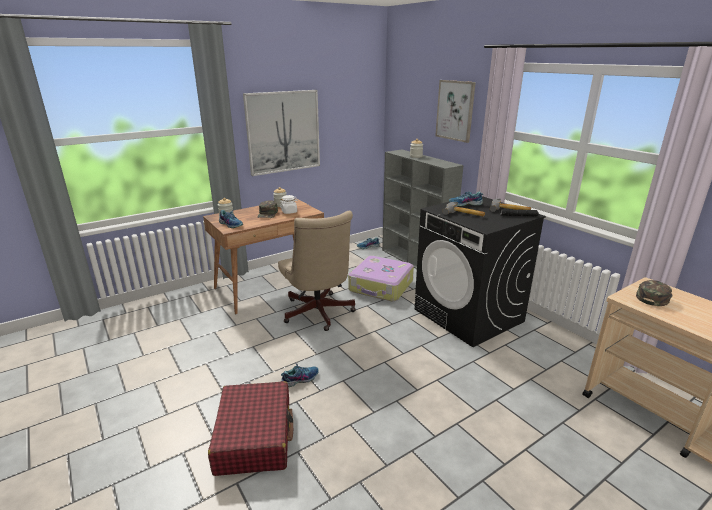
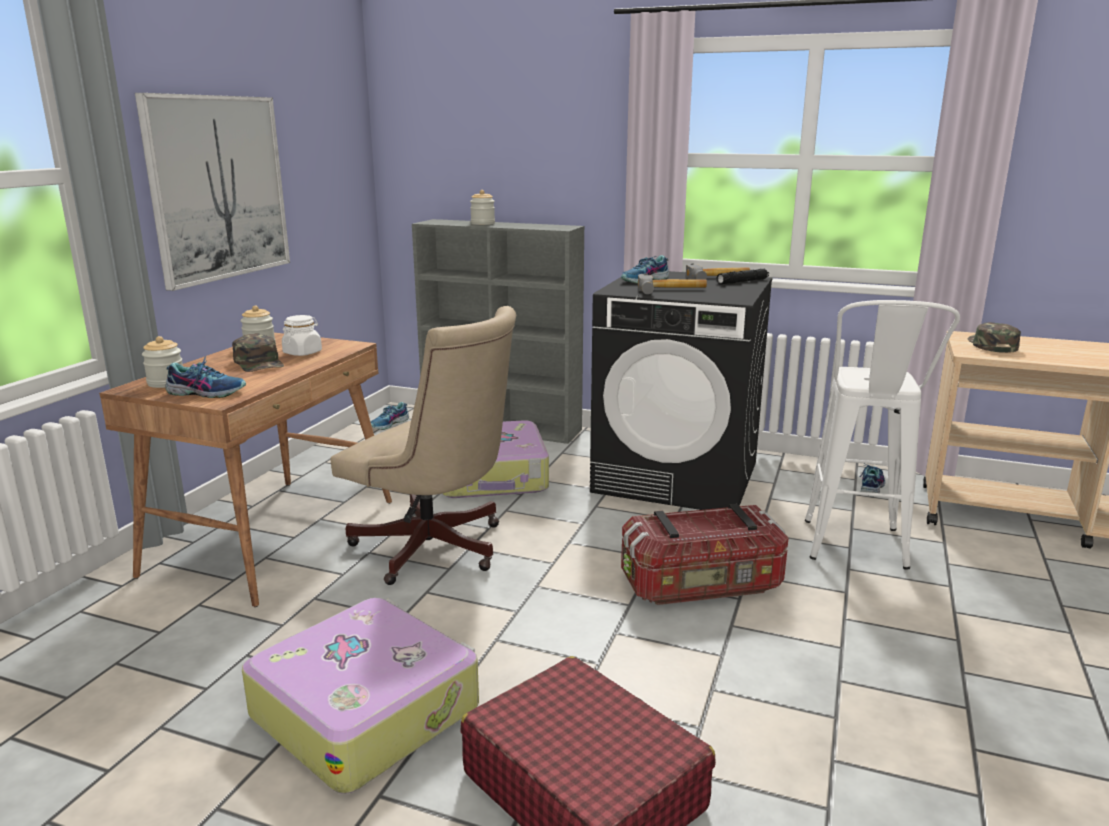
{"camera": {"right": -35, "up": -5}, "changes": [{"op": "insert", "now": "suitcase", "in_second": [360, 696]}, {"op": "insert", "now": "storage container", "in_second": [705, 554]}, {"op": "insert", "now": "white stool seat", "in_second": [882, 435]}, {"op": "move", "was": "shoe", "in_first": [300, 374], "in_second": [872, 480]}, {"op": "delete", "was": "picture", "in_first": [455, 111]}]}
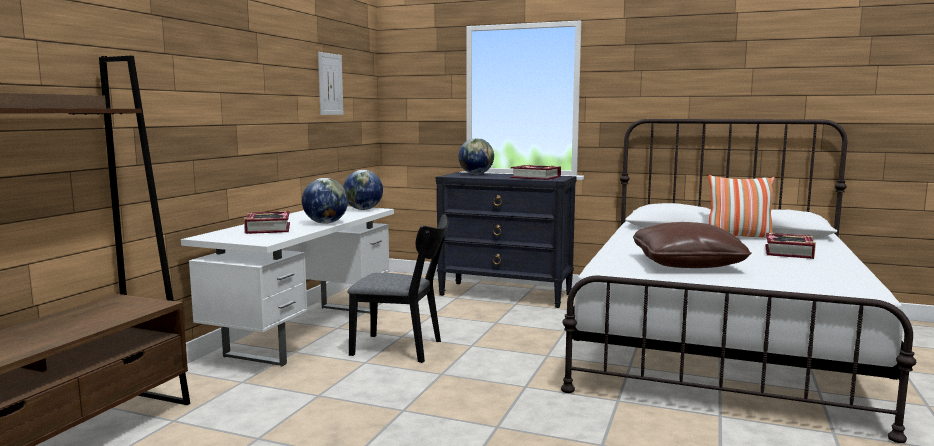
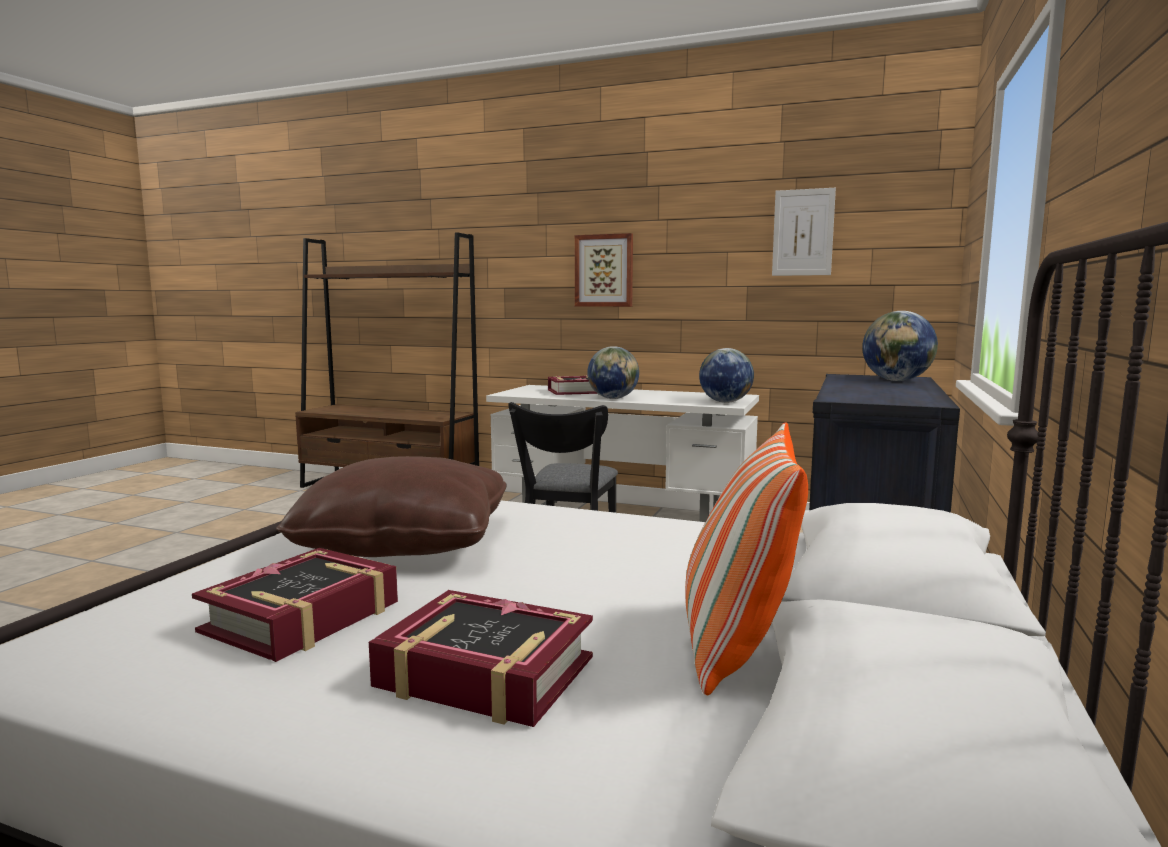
{"camera": {"right": 90, "up": 0}, "changes": [{"op": "move", "was": "book", "in_first": [536, 172], "in_second": [295, 605]}, {"op": "insert", "now": "picture", "in_second": [604, 270]}]}
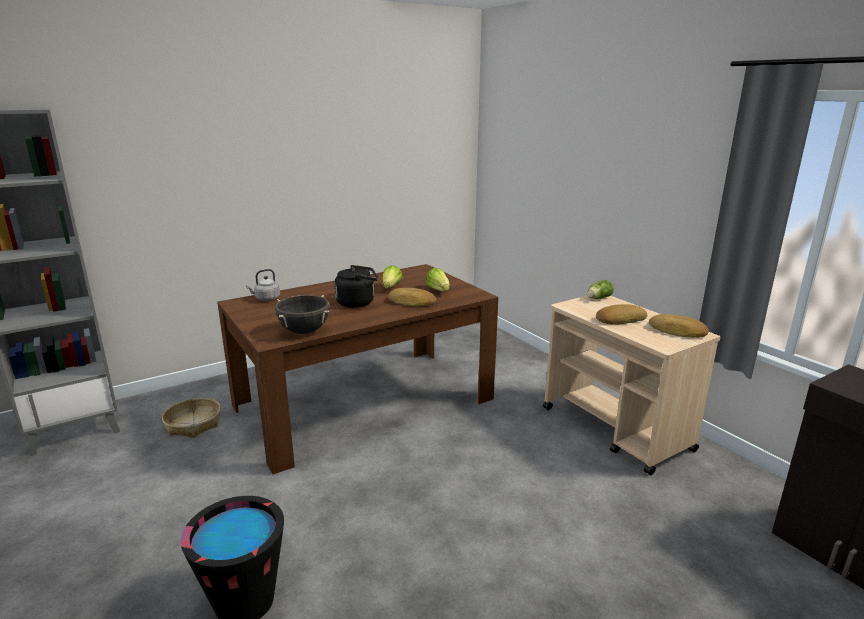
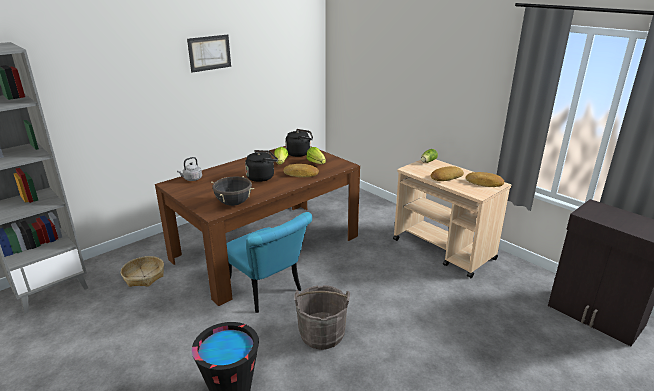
{"camera": {"right": -10, "up": 5}, "changes": [{"op": "insert", "now": "picture", "in_second": [209, 54]}, {"op": "insert", "now": "turquoise-coloured plain chair", "in_second": [269, 262]}, {"op": "insert", "now": "black tea kettle", "in_second": [299, 143]}, {"op": "insert", "now": "grey water bucket", "in_second": [322, 317]}]}
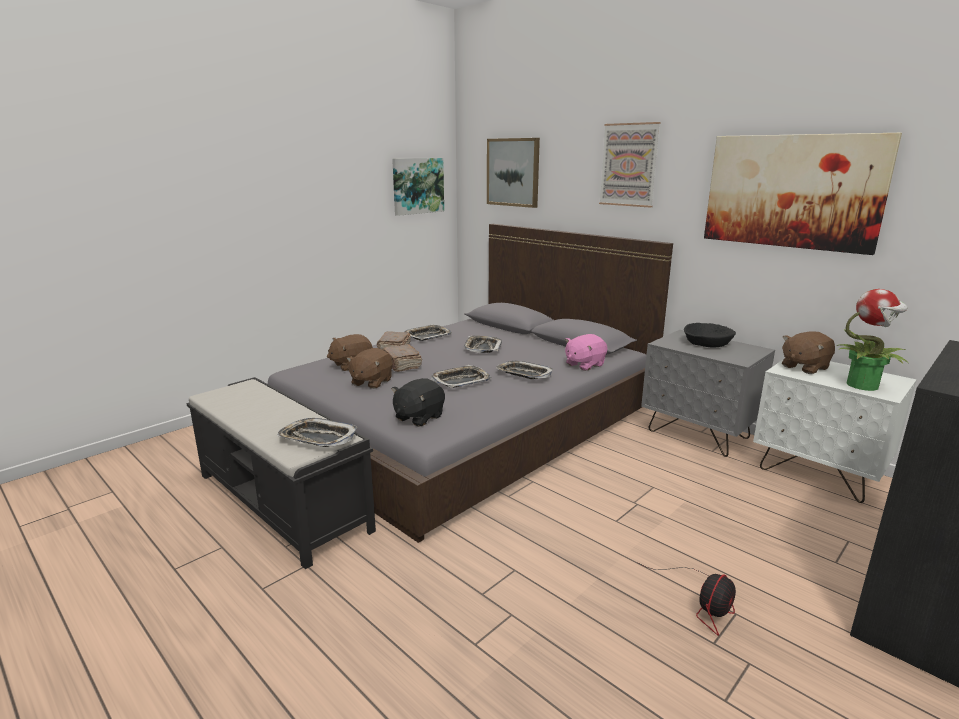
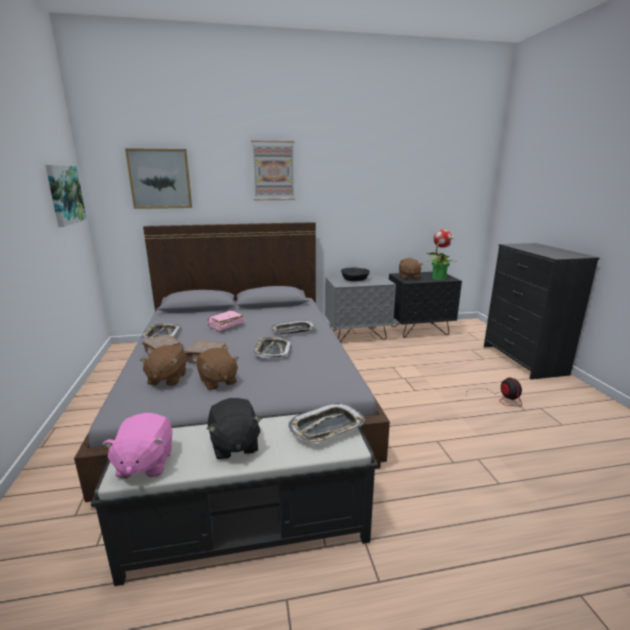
{"camera": {"right": -55, "up": 0}, "changes": [{"op": "move", "was": "pink soft toy", "in_first": [586, 352], "in_second": [138, 445]}, {"op": "move", "was": "black soft toy", "in_first": [418, 402], "in_second": [235, 429]}, {"op": "replace", "was": "tray", "now": "pink book", "in_first": [483, 344], "in_second": [226, 321]}, {"op": "recolor", "was": "white night table", "now": "black night table", "in_first": [835, 431], "in_second": [425, 305]}, {"op": "delete", "was": "picture", "in_first": [803, 194]}]}
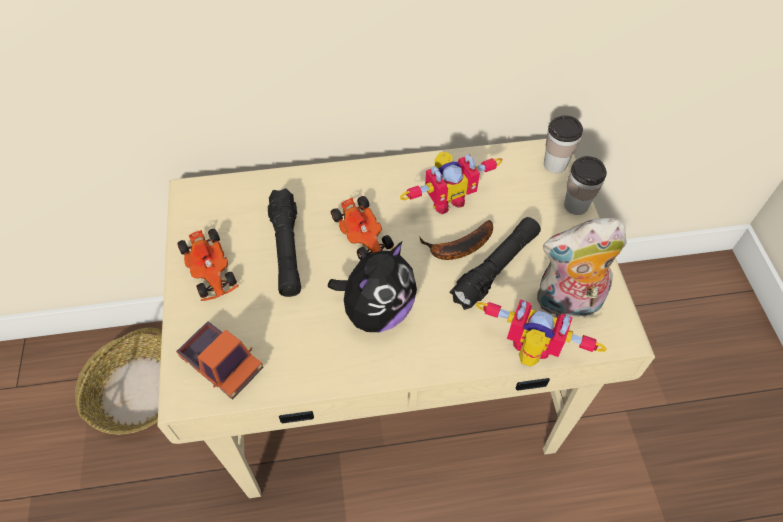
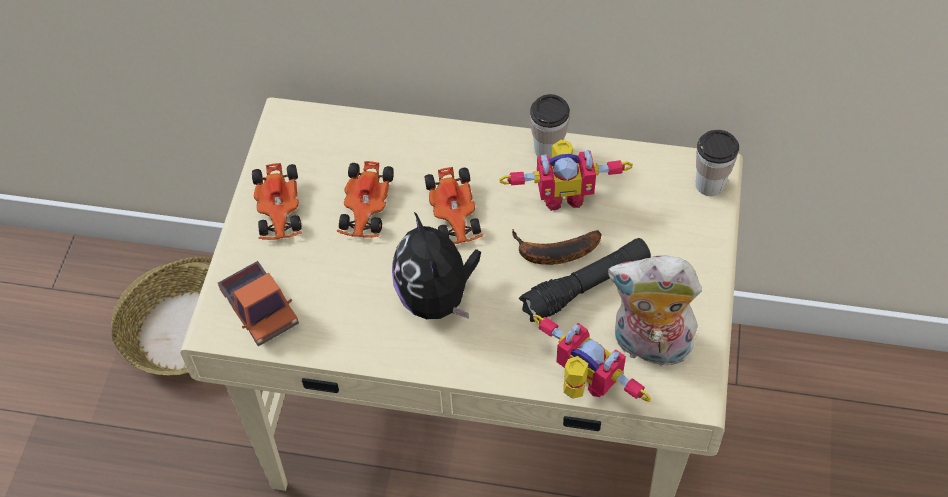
{"camera": {"right": 20, "up": 0}, "changes": [{"op": "replace", "was": "black torch", "now": "miniature car", "in_first": [284, 242], "in_second": [365, 199]}, {"op": "rotate", "was": "soft toy", "in_first": [372, 287], "in_second": [436, 265], "clockwise": 105}, {"op": "move", "was": "cup", "in_first": [585, 185], "in_second": [550, 126]}]}
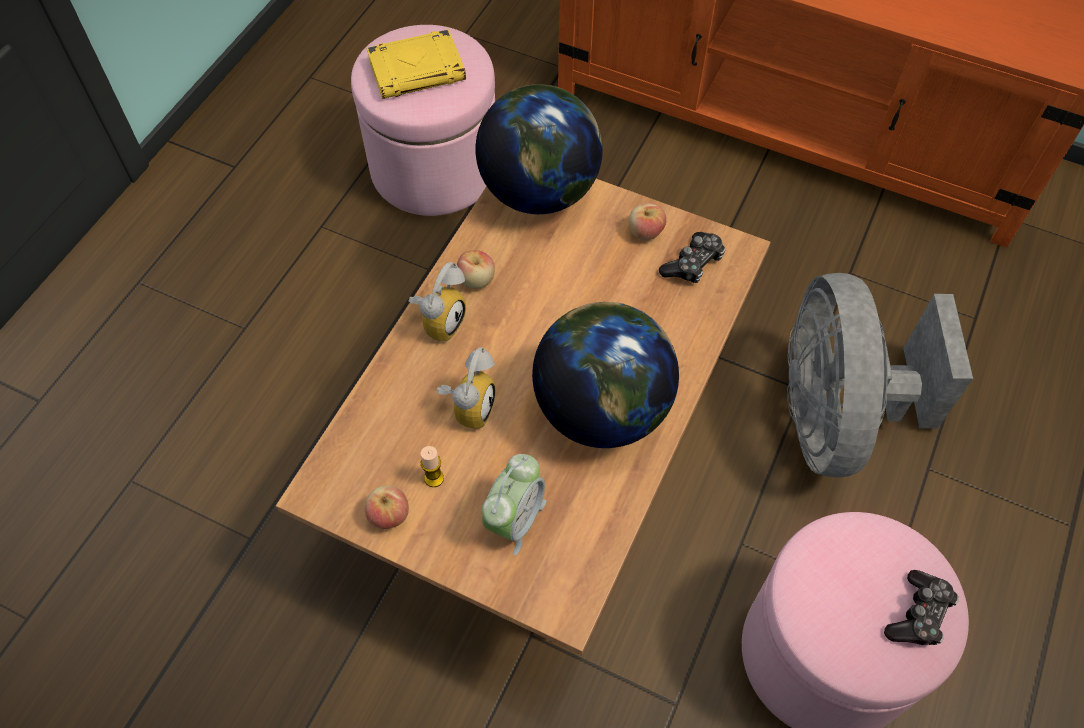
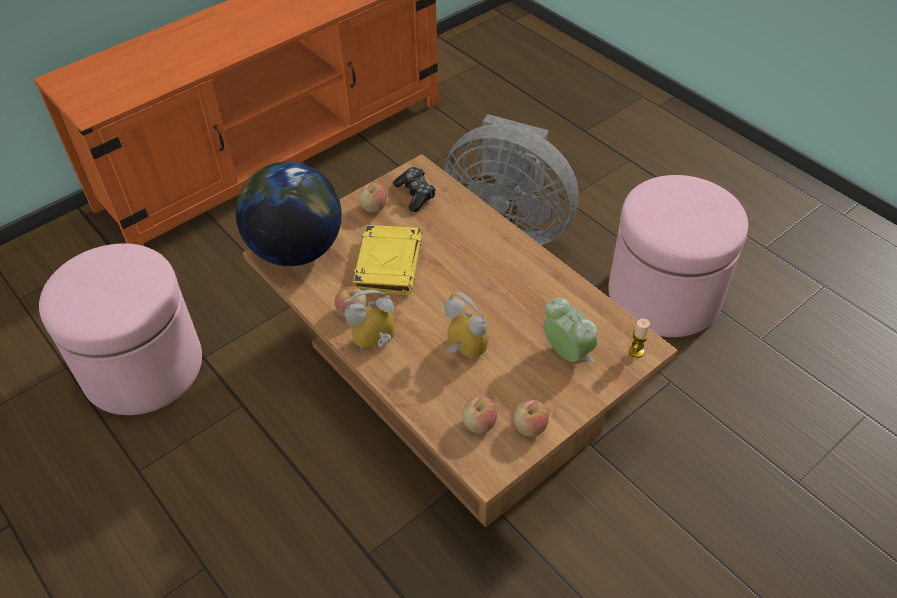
{"camera": {"right": -65, "up": -10}, "changes": [{"op": "rotate", "was": "alarm clock", "in_first": [437, 302], "in_second": [369, 320], "clockwise": -75}, {"op": "move", "was": "yellow book", "in_first": [416, 64], "in_second": [387, 260]}, {"op": "insert", "now": "whole apple", "in_second": [479, 415]}, {"op": "move", "was": "wax candle", "in_first": [432, 466], "in_second": [639, 338]}, {"op": "delete", "was": "world globe", "in_first": [605, 375]}, {"op": "delete", "was": "gamepad", "in_first": [921, 607]}]}
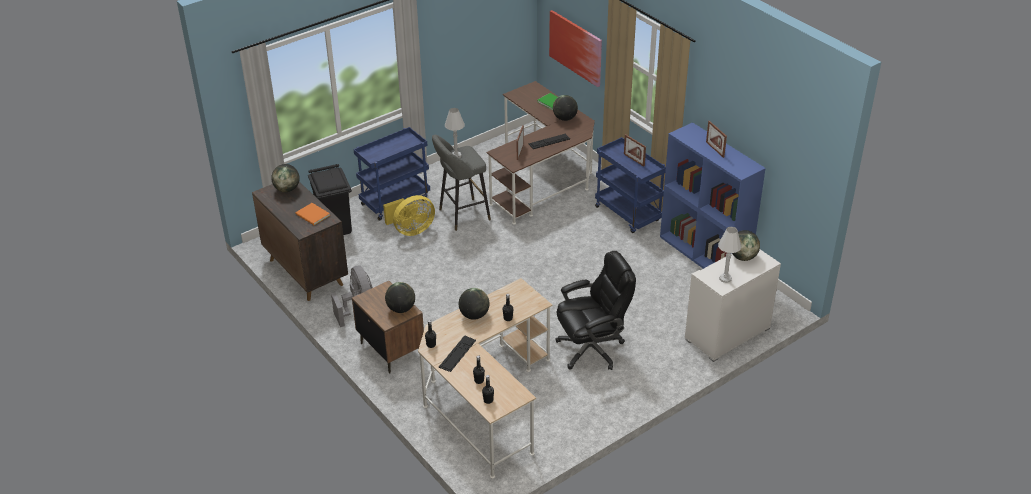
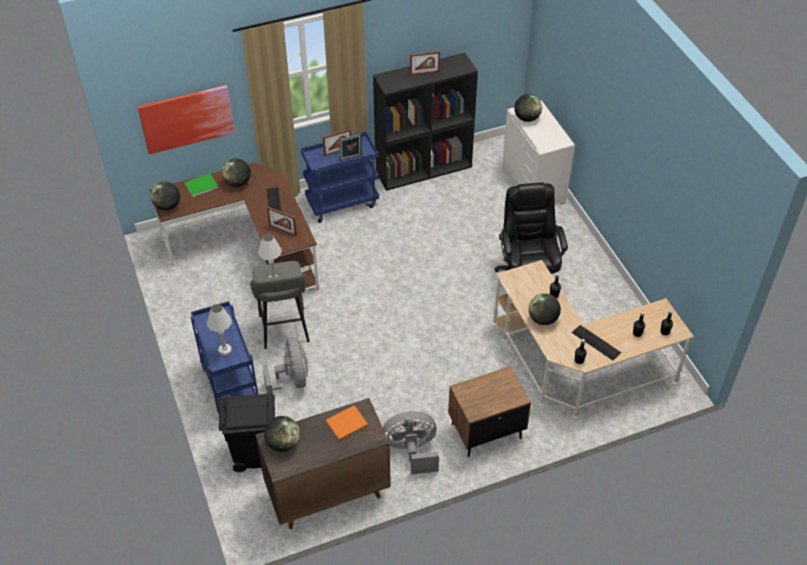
{"camera": {"right": -75, "up": 10}, "changes": [{"op": "move", "was": "world globe", "in_first": [400, 297], "in_second": [165, 195]}, {"op": "move", "was": "white table lamp", "in_first": [730, 255], "in_second": [219, 330]}, {"op": "recolor", "was": "yellow fan", "now": "grey fan", "in_first": [409, 215], "in_second": [285, 365]}, {"op": "insert", "now": "picture frame", "in_second": [350, 147]}, {"op": "recolor", "was": "bluish bookcase", "now": "black bookcase", "in_first": [713, 195], "in_second": [425, 122]}]}
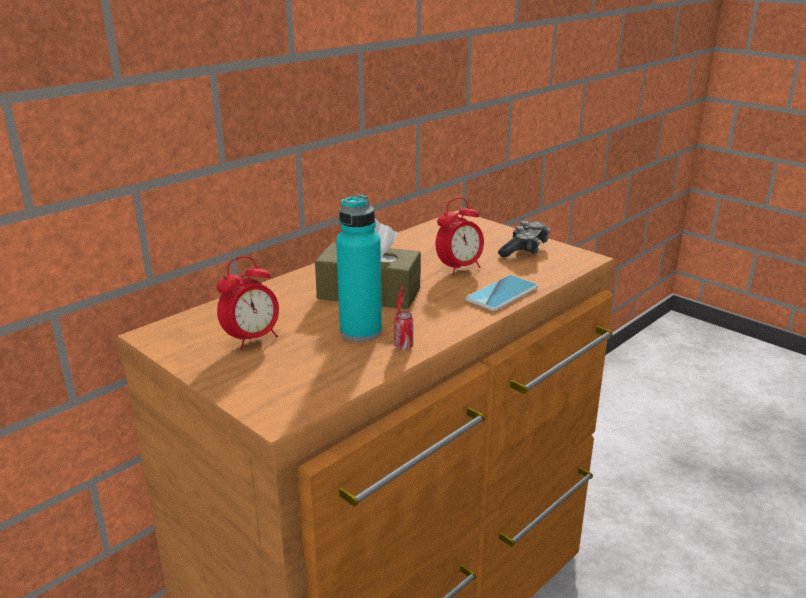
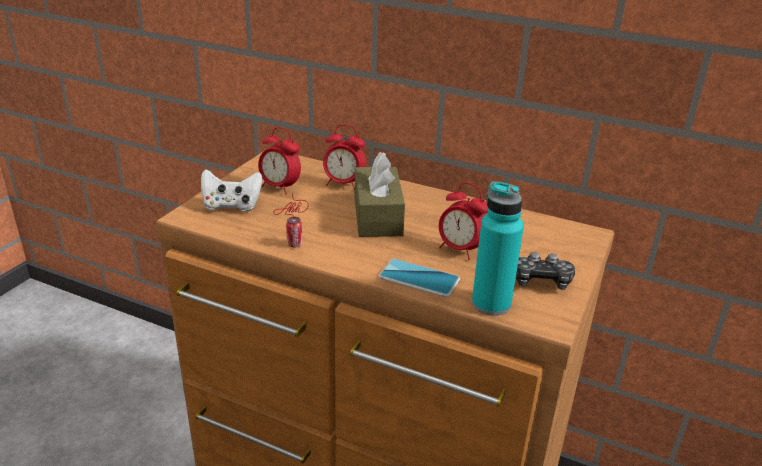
{"camera": {"right": 70, "up": 5}, "changes": [{"op": "insert", "now": "white gamepad", "in_second": [231, 190]}, {"op": "insert", "now": "alarm clock", "in_second": [344, 157]}, {"op": "move", "was": "turquoise-coloured beverage bottle", "in_first": [359, 268], "in_second": [498, 248]}]}
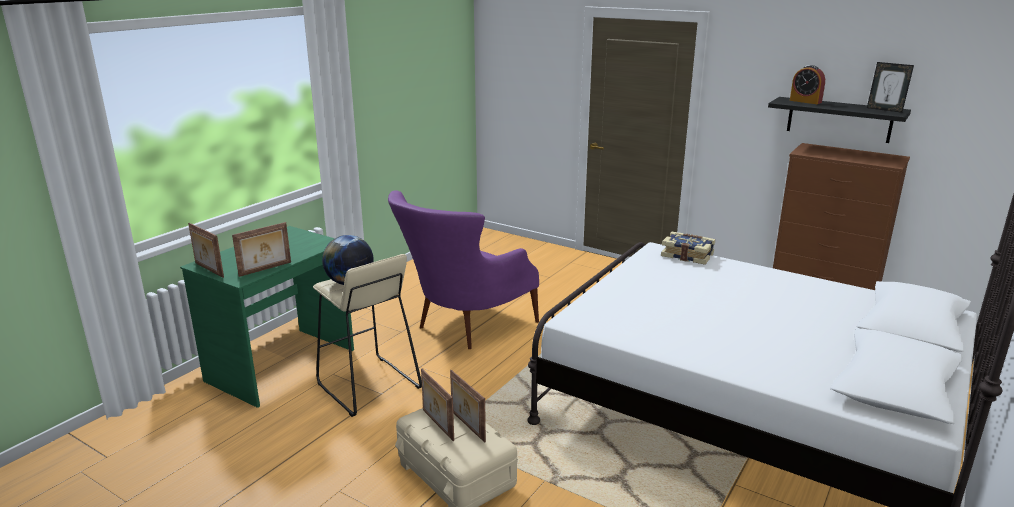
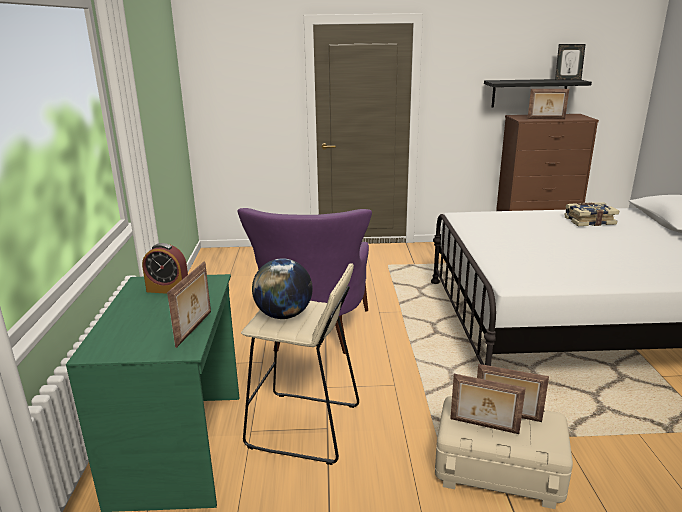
{"camera": {"right": -35, "up": 0}, "changes": [{"op": "move", "was": "alarm clock", "in_first": [807, 84], "in_second": [165, 268]}, {"op": "move", "was": "picture frame", "in_first": [206, 250], "in_second": [548, 104]}, {"op": "move", "was": "book", "in_first": [688, 248], "in_second": [591, 214]}]}
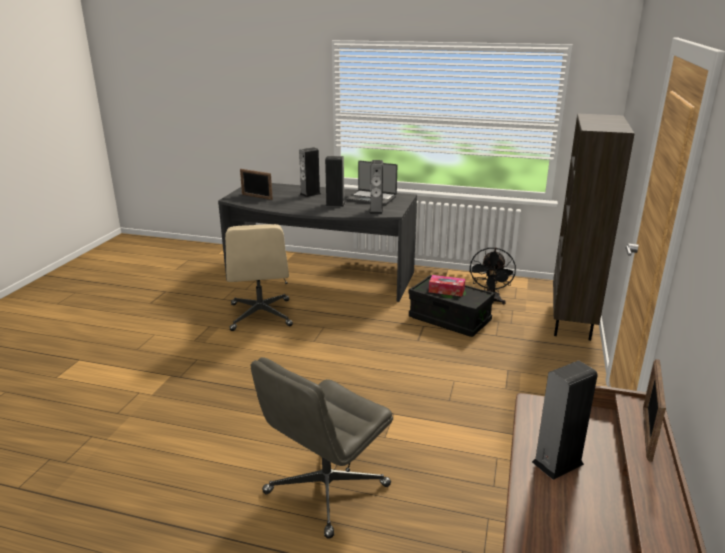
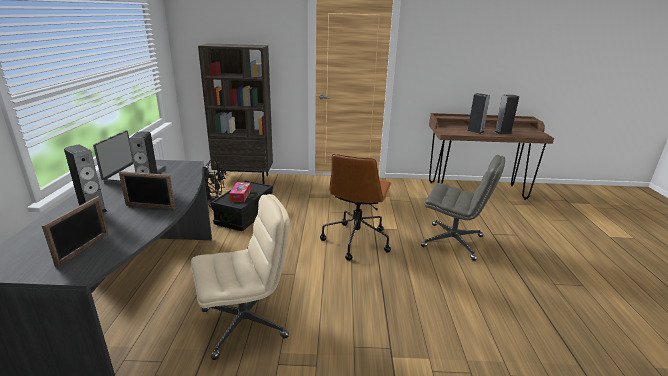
{"camera": {"right": -105, "up": 0}, "changes": [{"op": "move", "was": "picture frame", "in_first": [654, 410], "in_second": [147, 190]}, {"op": "insert", "now": "brown desk chair", "in_second": [356, 207]}, {"op": "move", "was": "speaker", "in_first": [376, 187], "in_second": [506, 114]}]}
